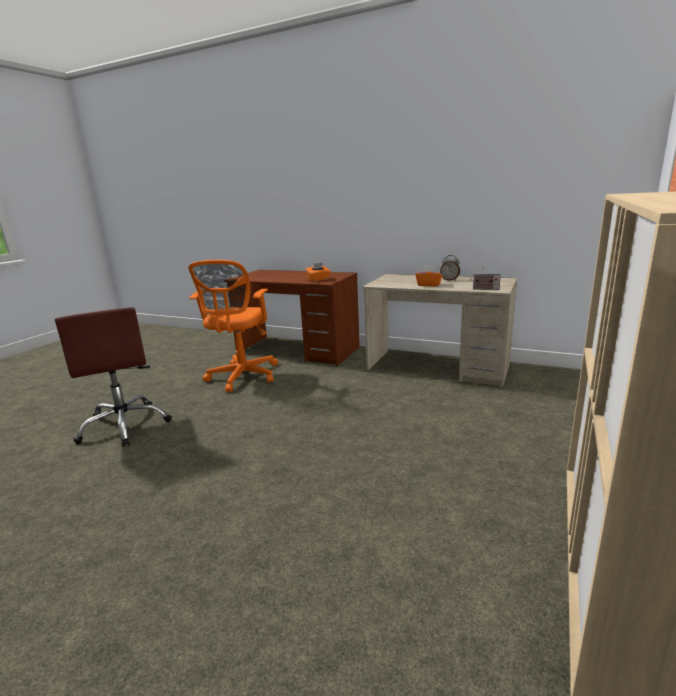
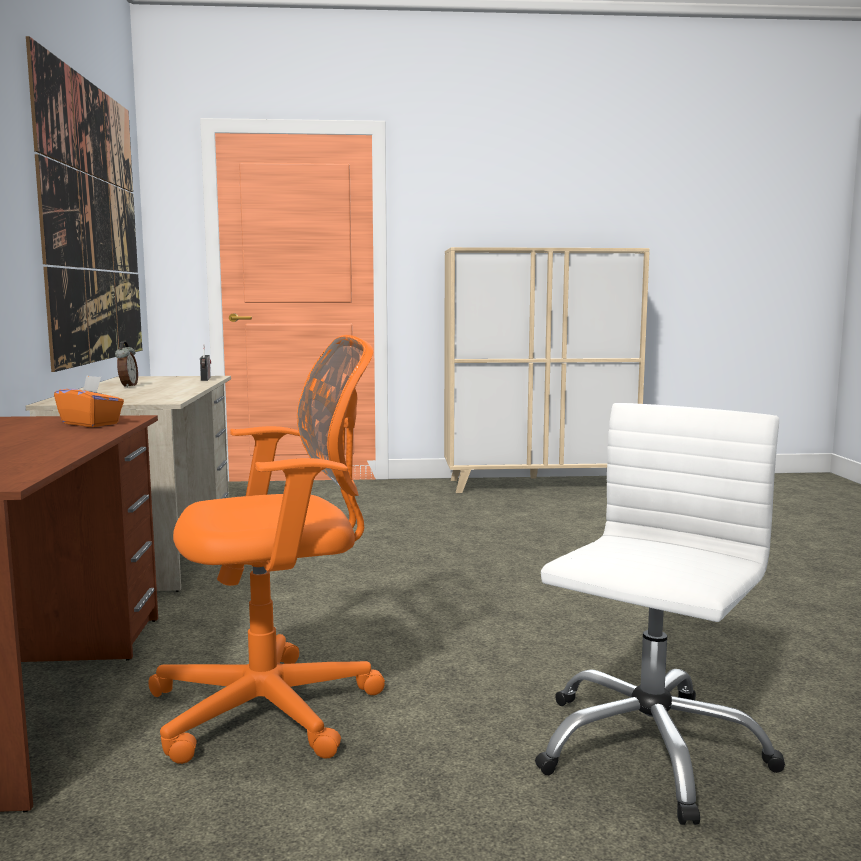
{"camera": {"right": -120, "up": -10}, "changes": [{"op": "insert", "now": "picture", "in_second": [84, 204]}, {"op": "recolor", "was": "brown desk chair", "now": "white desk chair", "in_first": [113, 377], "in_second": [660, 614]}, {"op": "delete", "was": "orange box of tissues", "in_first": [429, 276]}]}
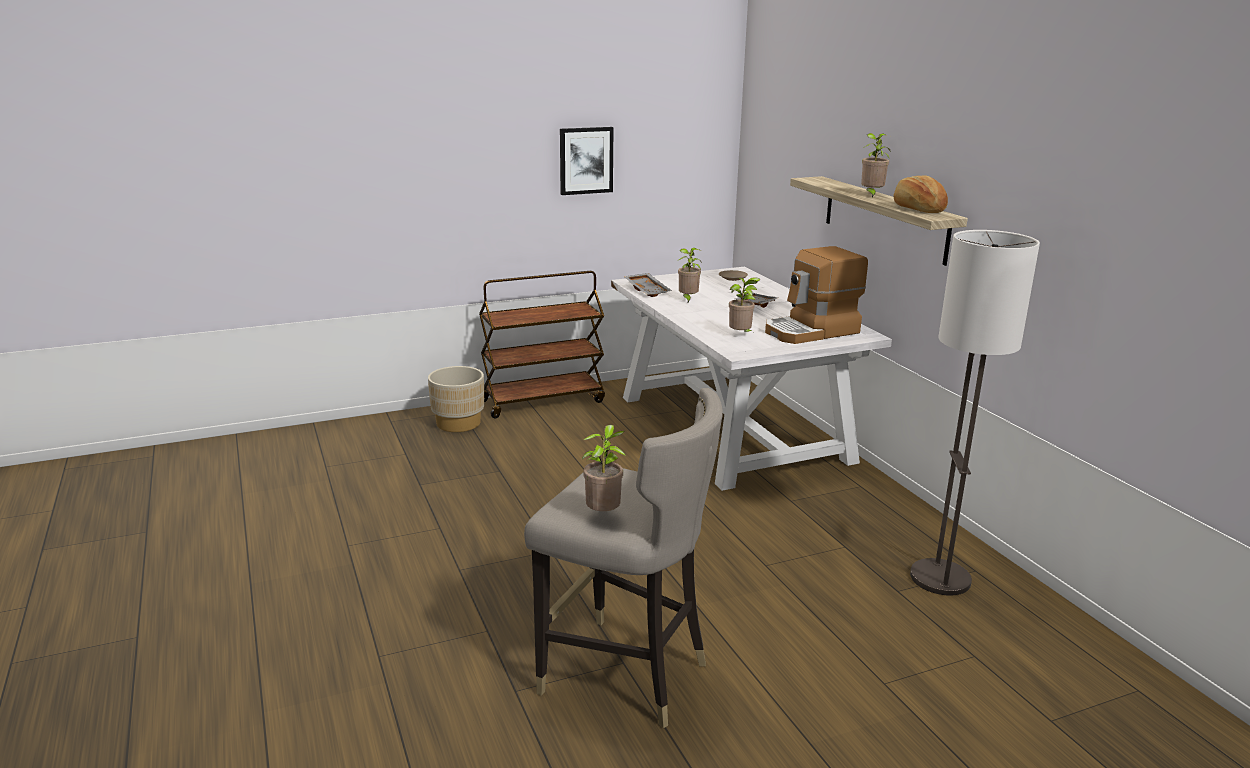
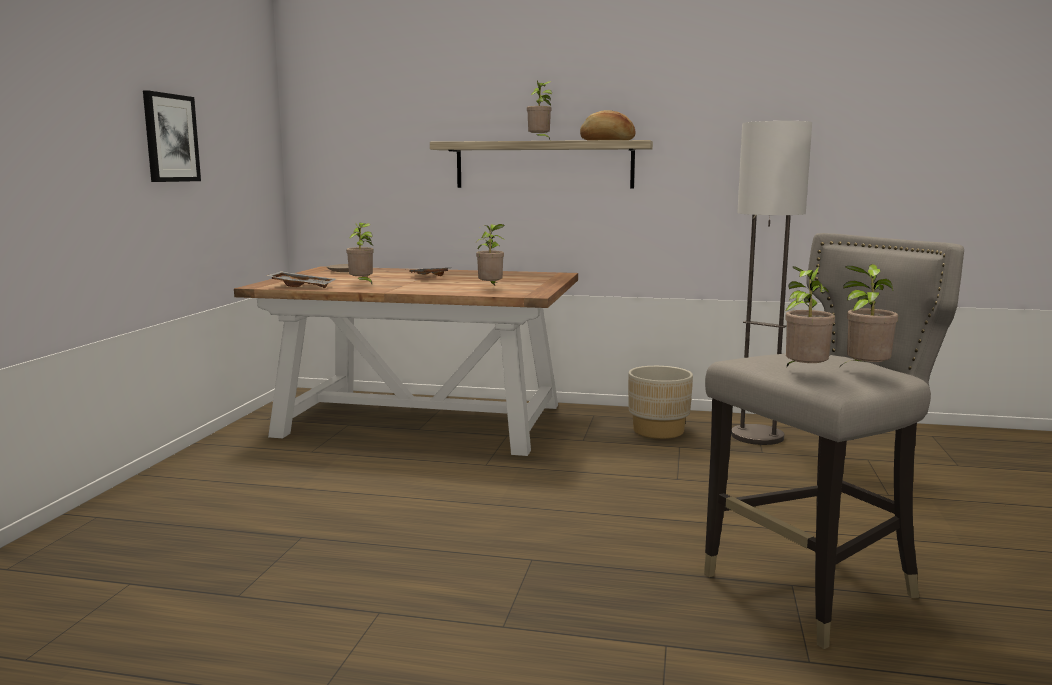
{"camera": {"right": -55, "up": -10}, "changes": [{"op": "recolor", "was": "white kitchen table", "now": "brown kitchen table", "in_first": [751, 379], "in_second": [406, 361]}, {"op": "move", "was": "beige-coloured planter", "in_first": [456, 399], "in_second": [660, 402]}, {"op": "insert", "now": "plant in a pot", "in_second": [810, 316]}, {"op": "delete", "was": "brown trolley", "in_first": [542, 344]}, {"op": "delete", "was": "coffee brewer", "in_first": [816, 295]}]}
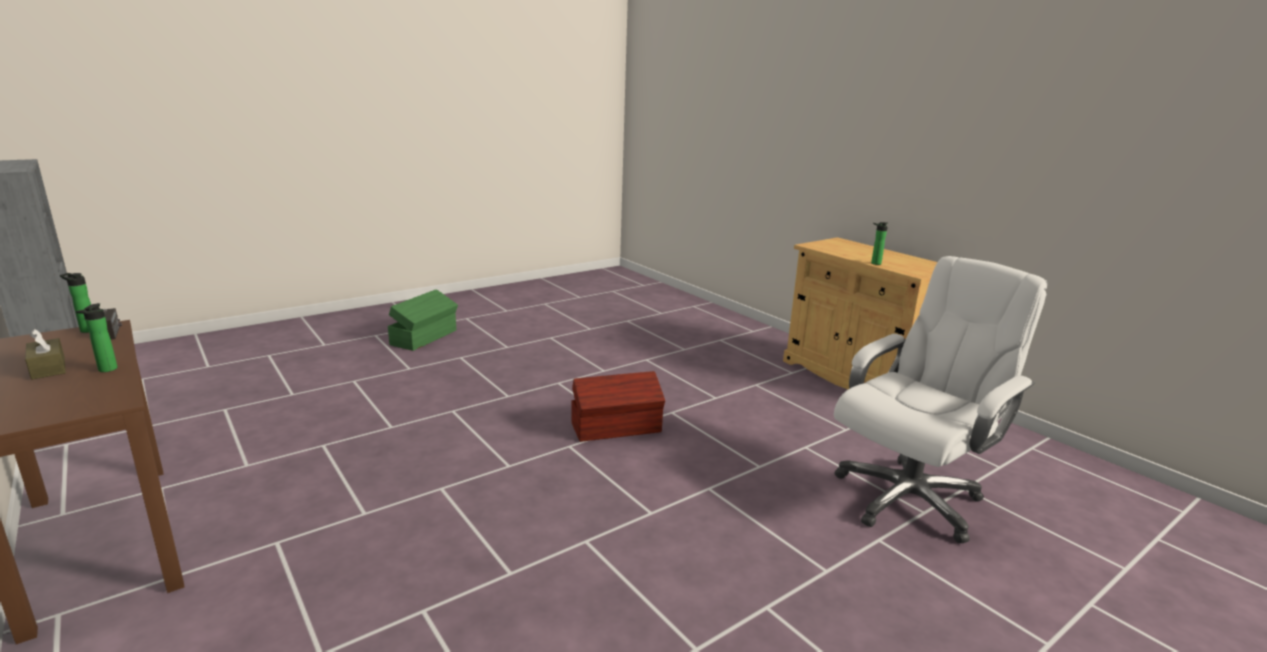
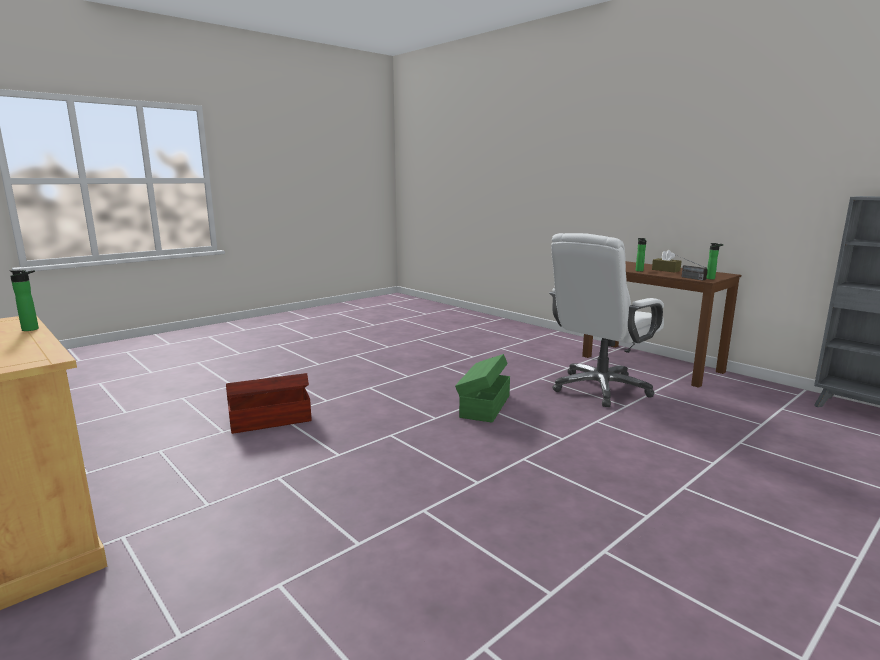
{"camera": {"right": 175, "up": -5}, "changes": [{"op": "move", "was": "brown storage container", "in_first": [618, 406], "in_second": [268, 403]}, {"op": "move", "was": "green-coloured storage container", "in_first": [423, 320], "in_second": [482, 388]}, {"op": "move", "was": "white desk chair", "in_first": [940, 400], "in_second": [606, 320]}]}
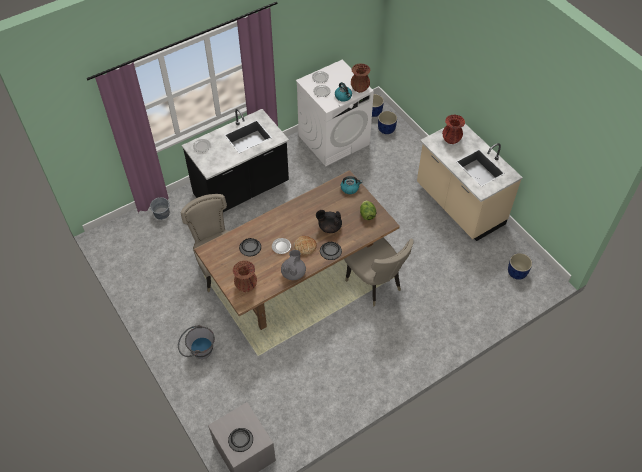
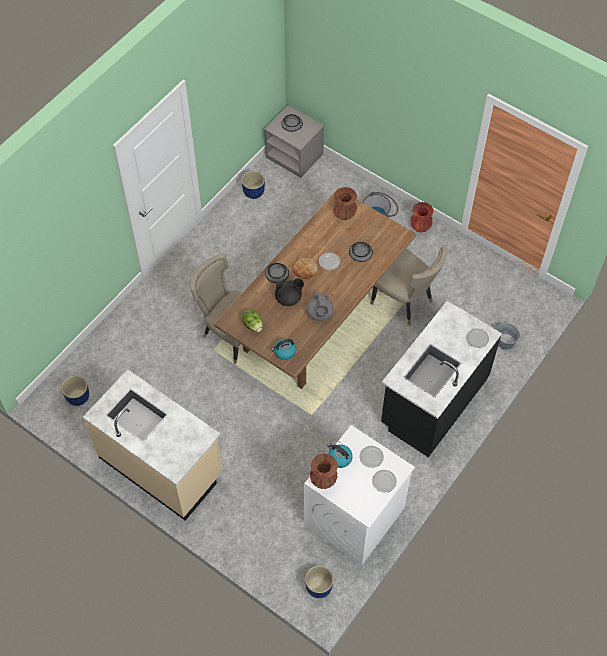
{"camera": {"right": 160, "up": 5}, "changes": [{"op": "move", "was": "bluish planter", "in_first": [387, 122], "in_second": [253, 185]}, {"op": "move", "was": "grey pot for tea", "in_first": [293, 265], "in_second": [320, 307]}, {"op": "move", "was": "reddish flower vase", "in_first": [453, 129], "in_second": [422, 217]}]}
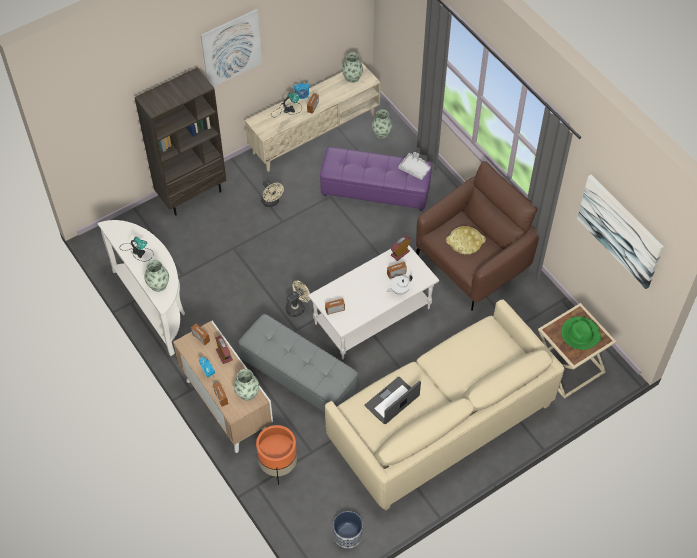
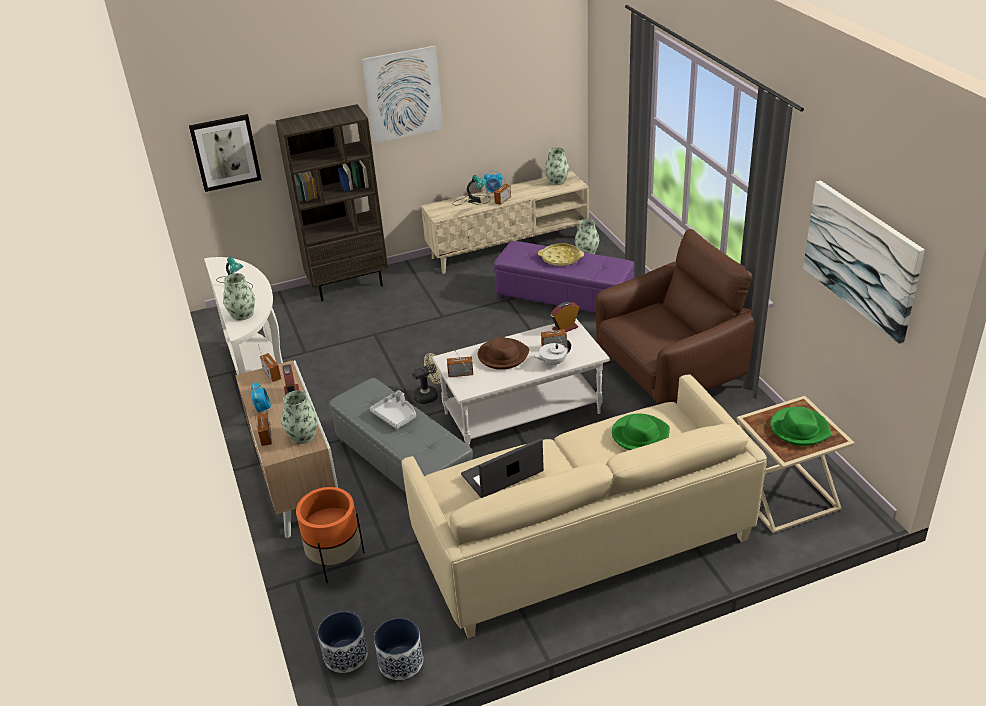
{"camera": {"right": 15, "up": -20}, "changes": [{"op": "insert", "now": "picture", "in_second": [225, 153]}, {"op": "insert", "now": "planter", "in_second": [343, 642]}, {"op": "move", "was": "grey tray", "in_first": [414, 166], "in_second": [393, 409]}, {"op": "insert", "now": "brown hat", "in_second": [503, 353]}, {"op": "move", "was": "yellow tray", "in_first": [466, 240], "in_second": [561, 254]}, {"op": "insert", "now": "green-coloured hat", "in_second": [641, 432]}, {"op": "delete", "was": "beige-coloured fan", "in_first": [272, 193]}]}
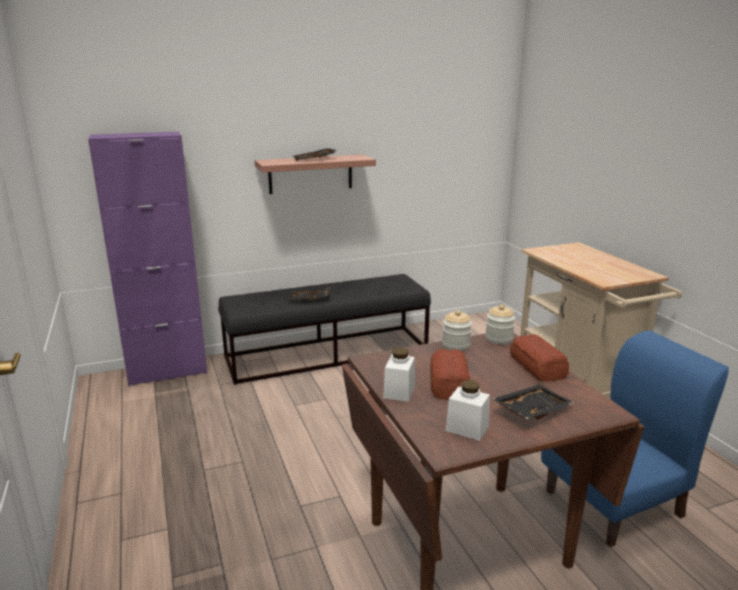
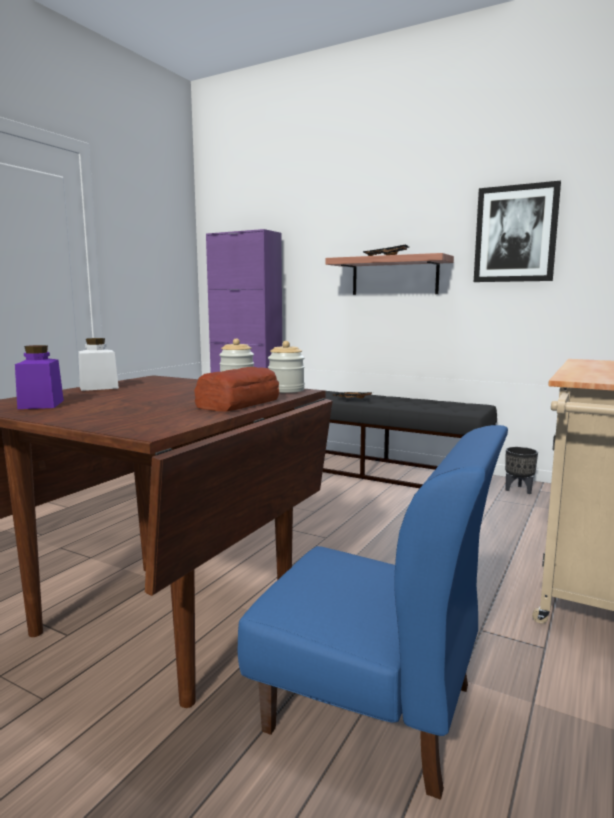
{"camera": {"right": 50, "up": -10}, "changes": [{"op": "recolor", "was": "white jar", "now": "purple-coloured jar", "in_first": [468, 410], "in_second": [39, 377]}, {"op": "insert", "now": "picture", "in_second": [517, 231]}, {"op": "insert", "now": "black planter", "in_second": [521, 470]}, {"op": "delete", "was": "bakery bread", "in_first": [450, 374]}, {"op": "delete", "was": "black tray", "in_first": [533, 402]}]}
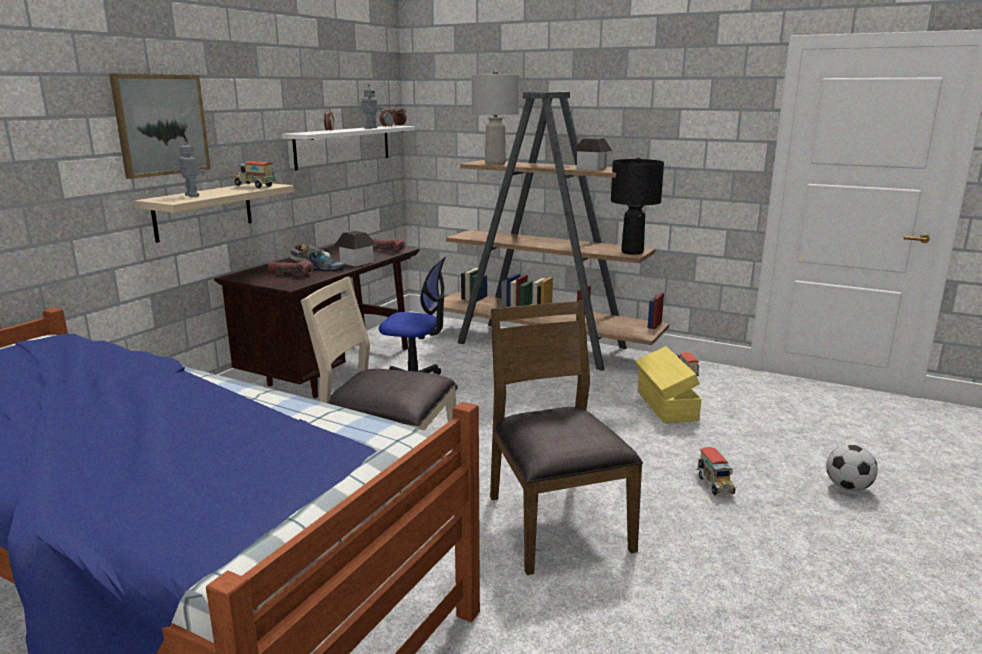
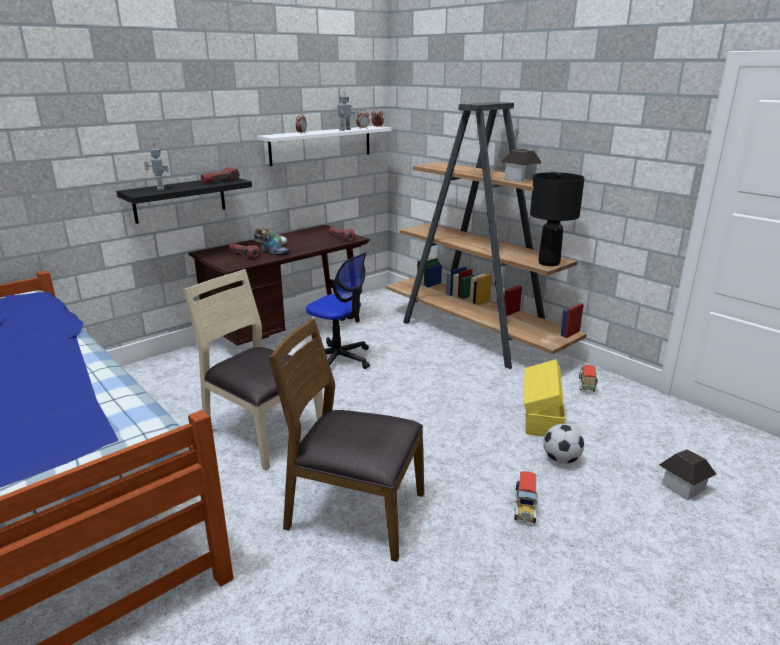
{"camera": {"right": 20, "up": 5}, "changes": [{"op": "recolor", "was": "beige-coloured bracket shelf", "now": "black bracket shelf", "in_first": [214, 213], "in_second": [184, 201]}, {"op": "replace", "was": "toy truck", "now": "torch", "in_first": [254, 174], "in_second": [220, 175]}, {"op": "rotate", "was": "brown plain chair", "in_first": [566, 437], "in_second": [346, 440], "clockwise": -75}, {"op": "move", "was": "football ball", "in_first": [852, 467], "in_second": [563, 444]}, {"op": "move", "was": "miniature house", "in_first": [355, 249], "in_second": [687, 474]}, {"op": "delete", "was": "picture", "in_first": [160, 126]}, {"op": "delete", "was": "grey table lamp", "in_first": [495, 117]}]}
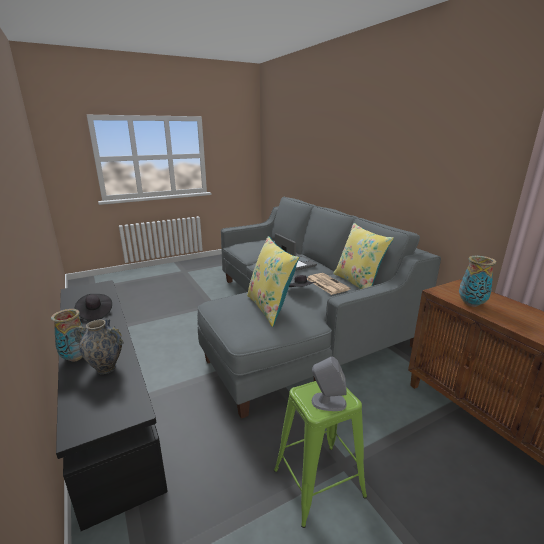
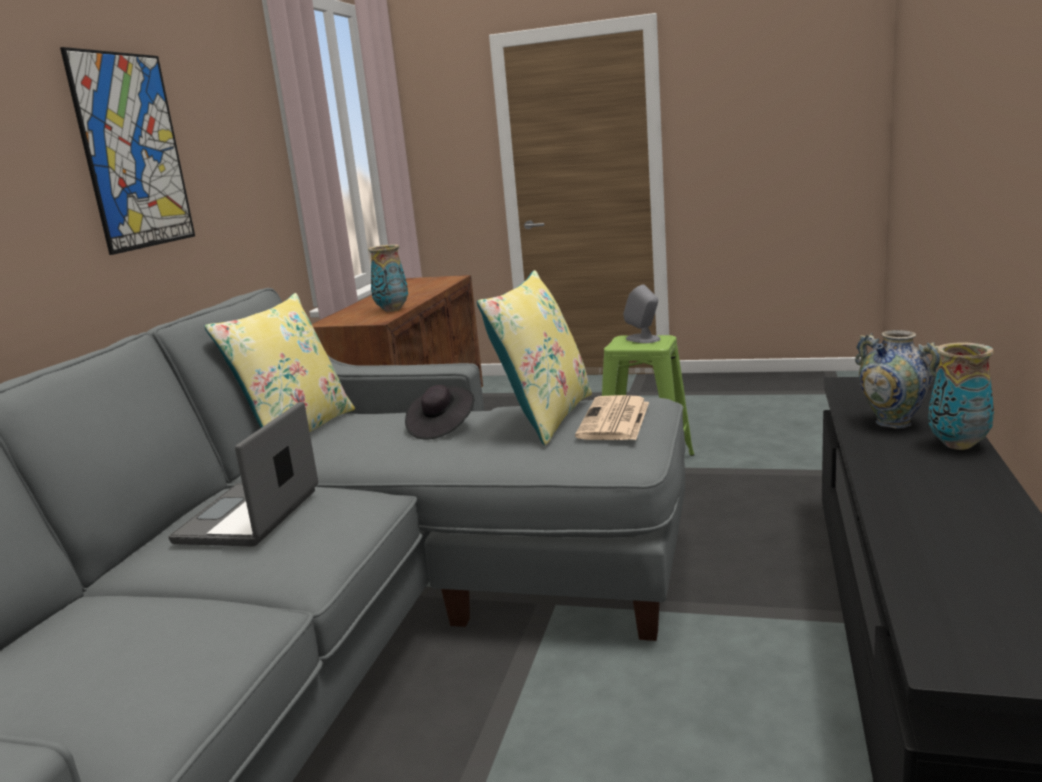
{"camera": {"right": -135, "up": -5}, "changes": [{"op": "insert", "now": "picture", "in_second": [127, 151]}, {"op": "move", "was": "newspaper", "in_first": [329, 284], "in_second": [612, 417]}, {"op": "delete", "was": "black hat", "in_first": [93, 307]}]}
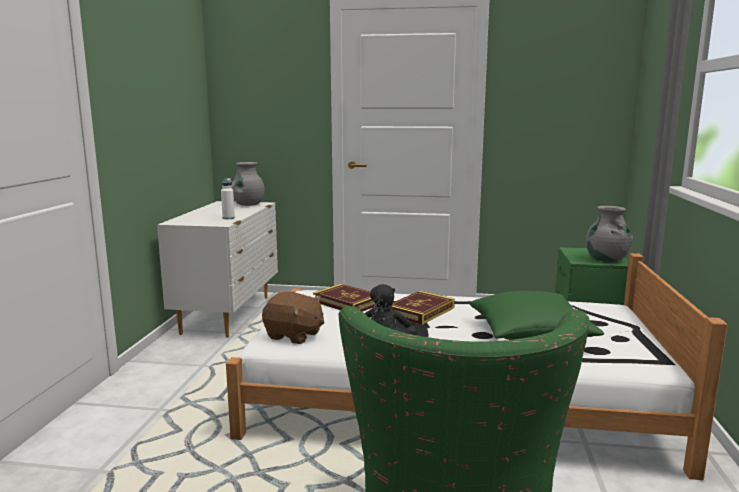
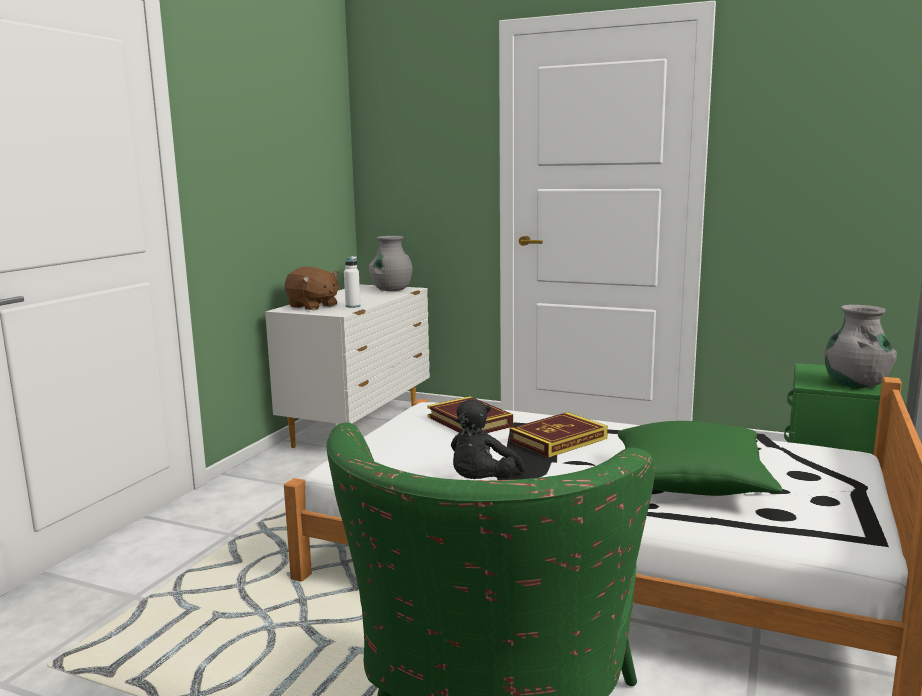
{"camera": {"right": 15, "up": 0}, "changes": [{"op": "move", "was": "brown soft toy", "in_first": [293, 318], "in_second": [312, 288]}]}
